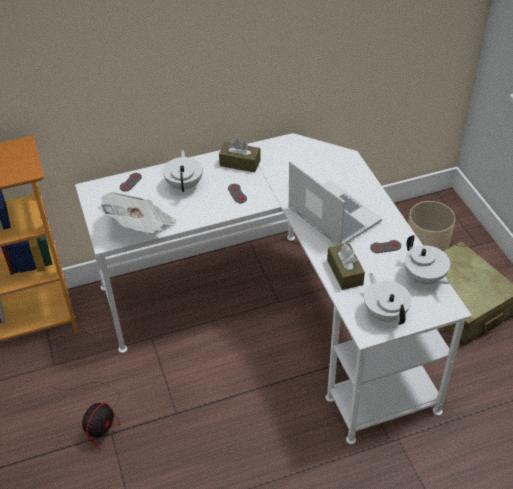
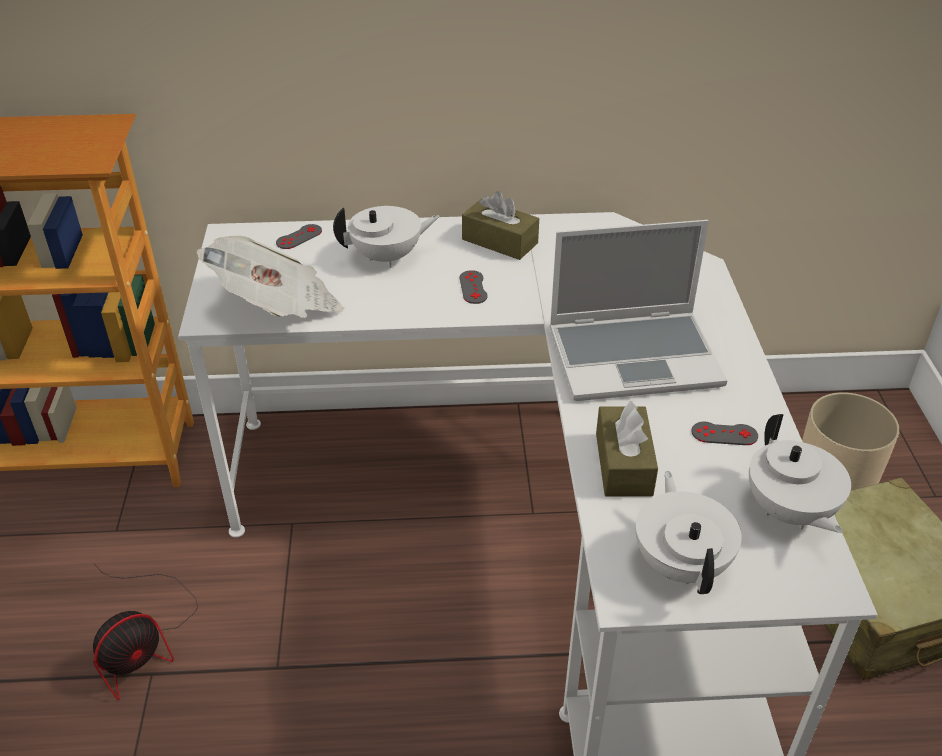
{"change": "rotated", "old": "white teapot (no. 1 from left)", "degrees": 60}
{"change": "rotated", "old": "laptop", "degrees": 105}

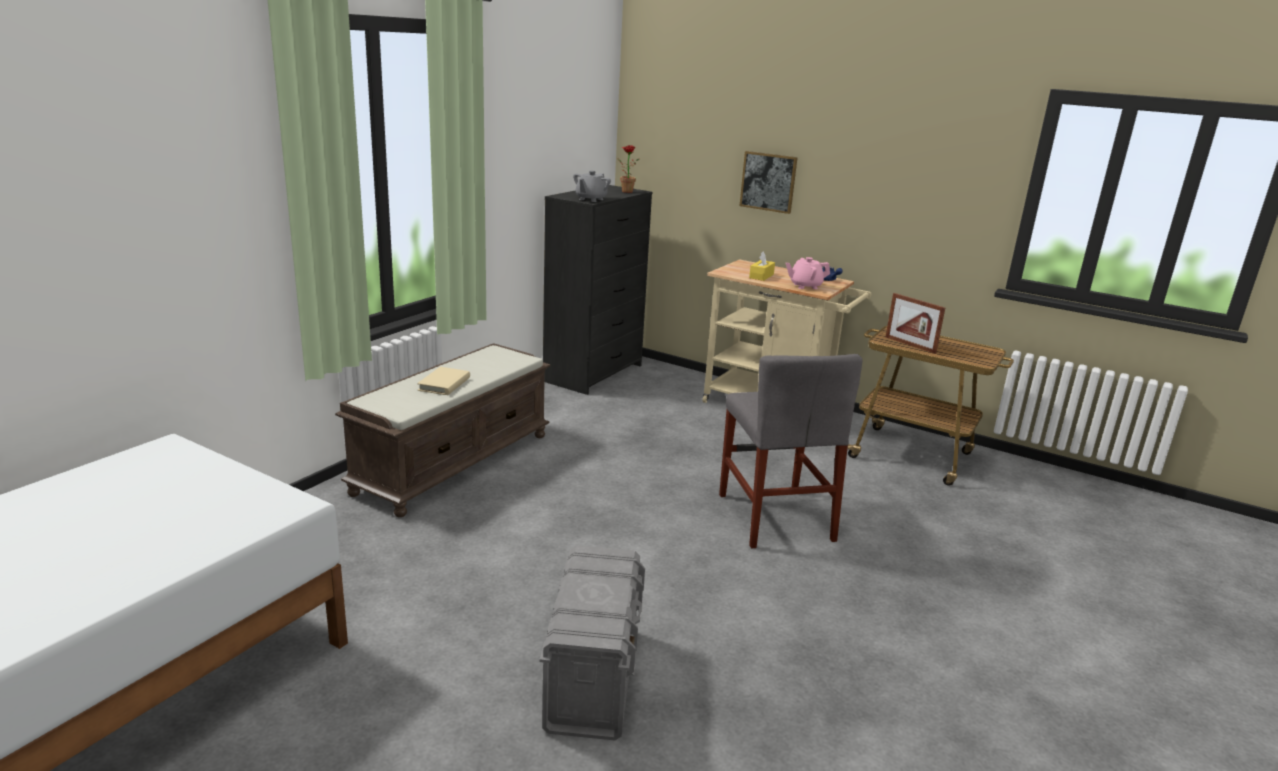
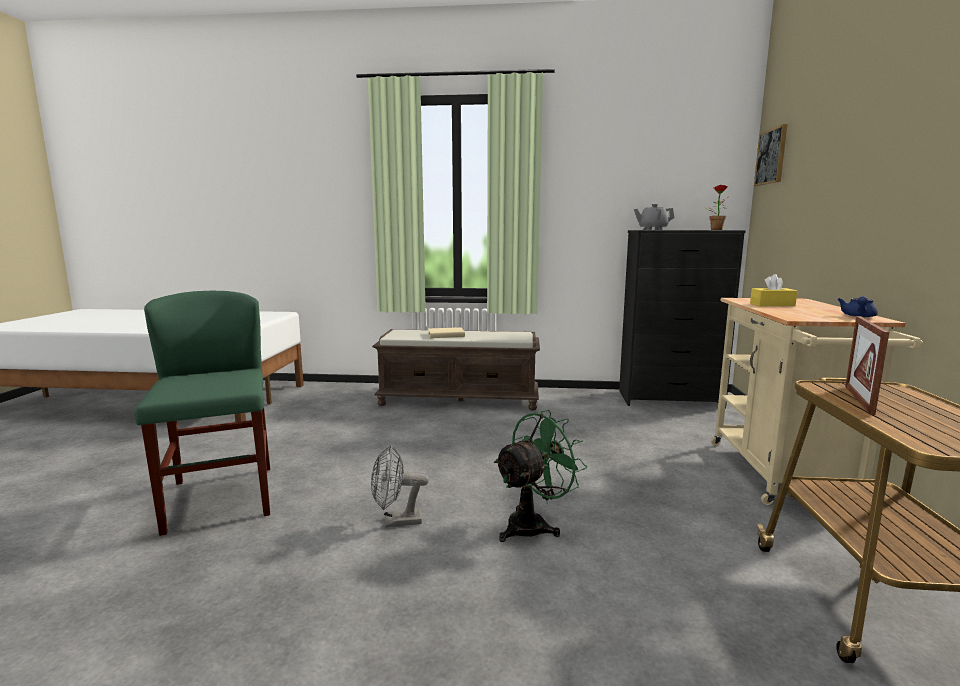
{"change": "swapped", "old": "grey storage box", "new": "green chair"}
{"change": "new", "new": "grey fan"}
{"change": "swapped", "old": "grey chair", "new": "green fan"}
{"change": "shifted", "old": "picture"}
{"change": "gone", "old": "pink teapot"}

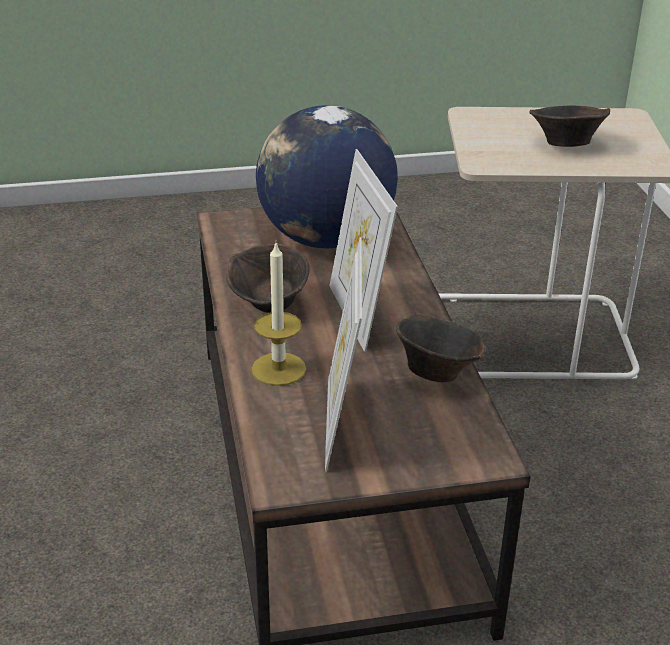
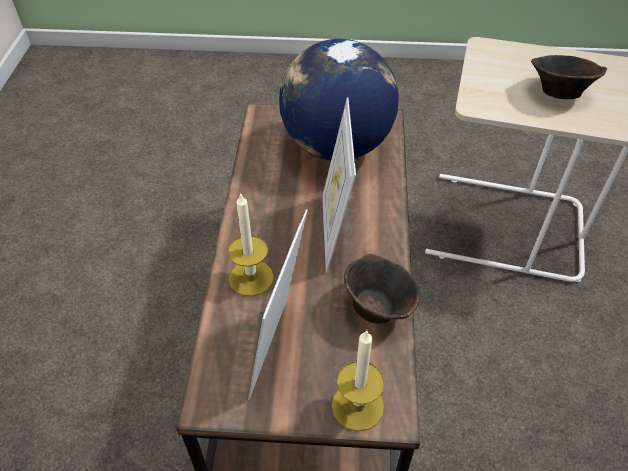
{"change": "new", "new": "candle (no. 2 from left)"}
{"change": "gone", "old": "brown bowl (no. 1 from left)"}

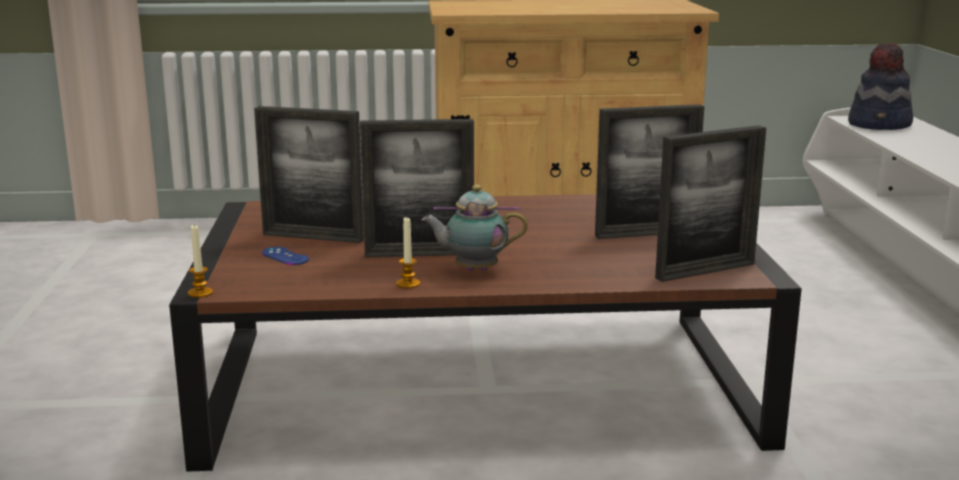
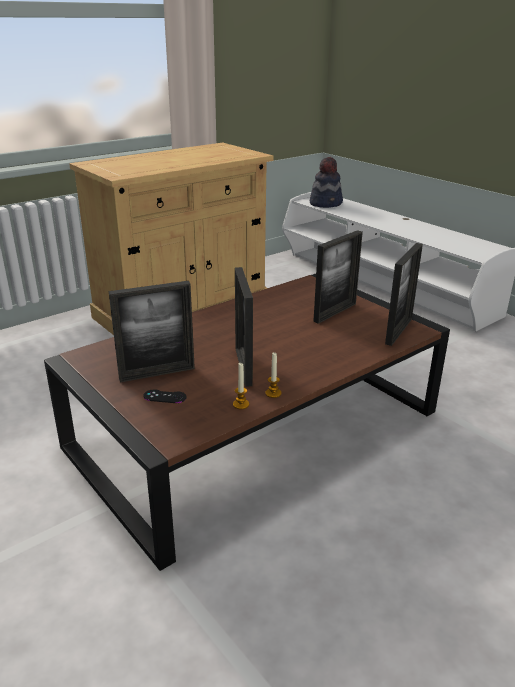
{"change": "repainted", "old": "blue game controller", "new": "black game controller"}
{"change": "shifted", "old": "candle (no. 1 from left)"}
{"change": "rotated", "old": "picture frame (no. 2 from left)", "degrees": 120}
{"change": "gone", "old": "teapot"}

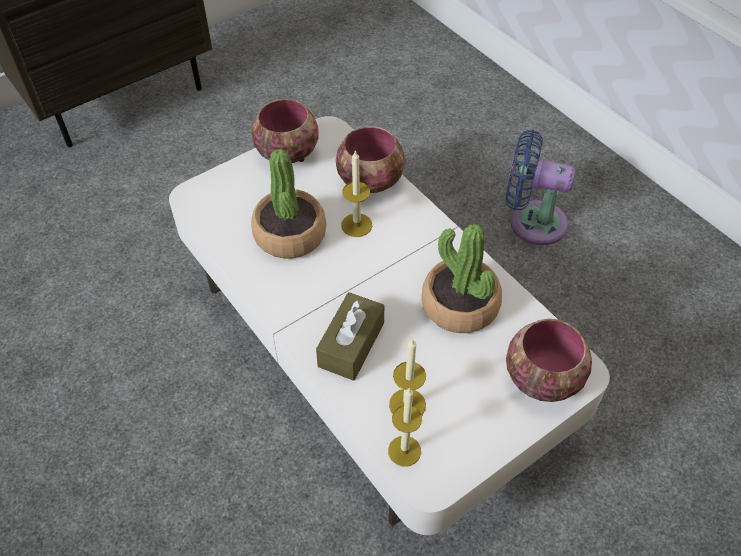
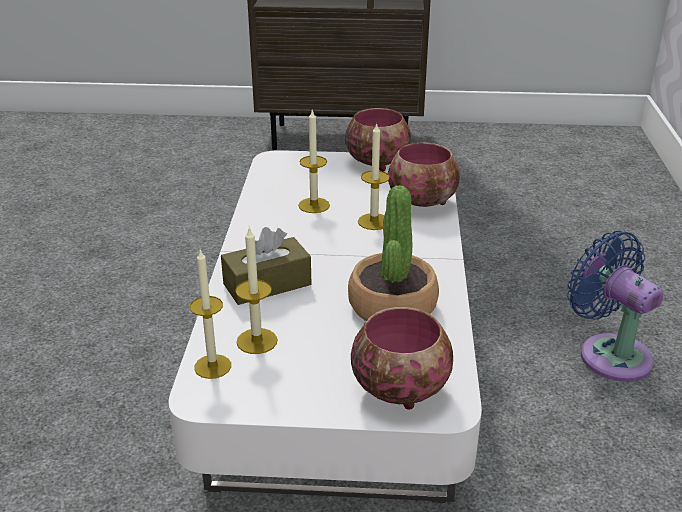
{"change": "swapped", "old": "potted plant (no. 1 from left)", "new": "candle (no. 3 from left)"}

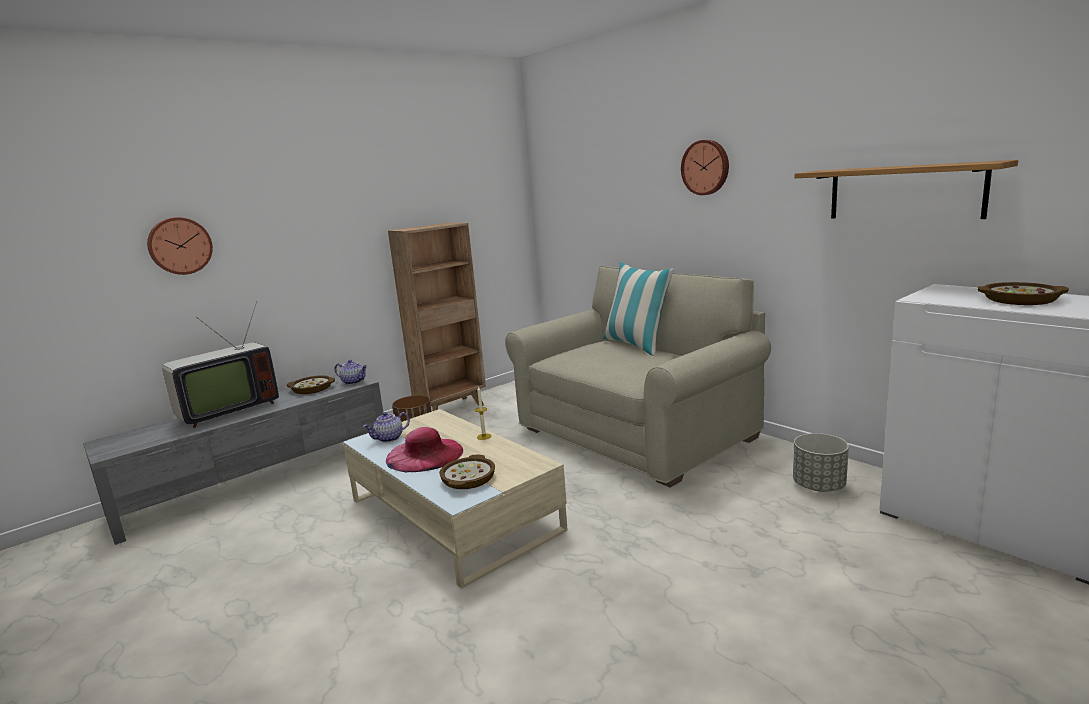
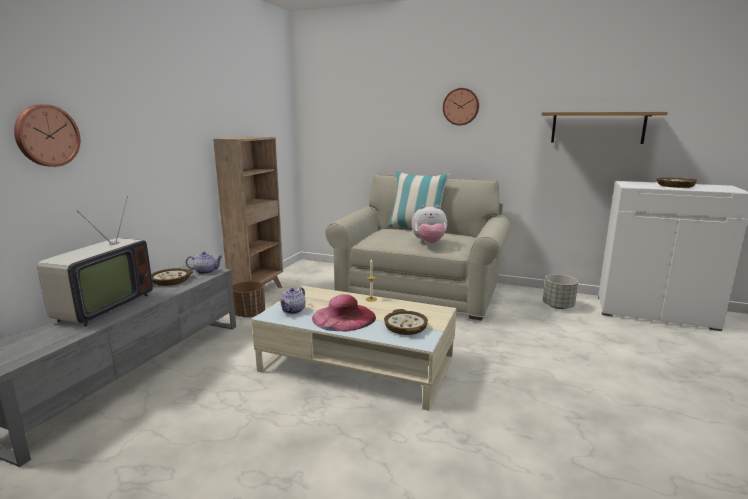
{"change": "new", "new": "plush toy"}

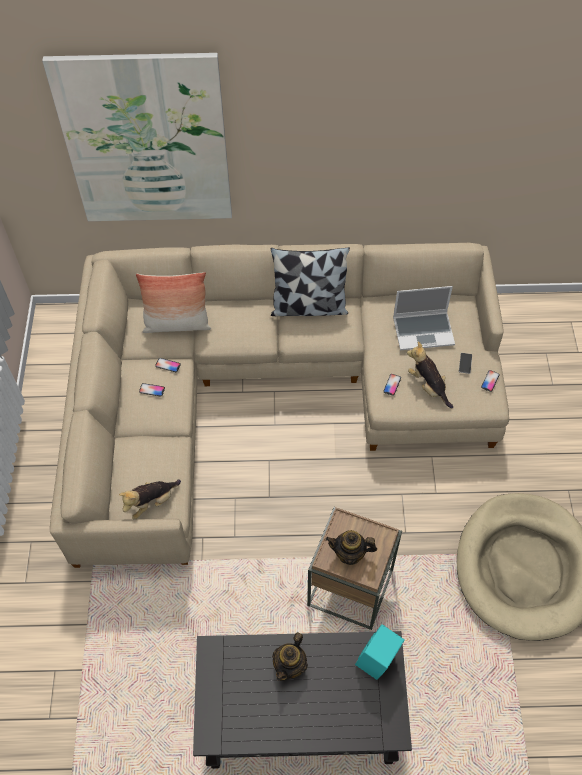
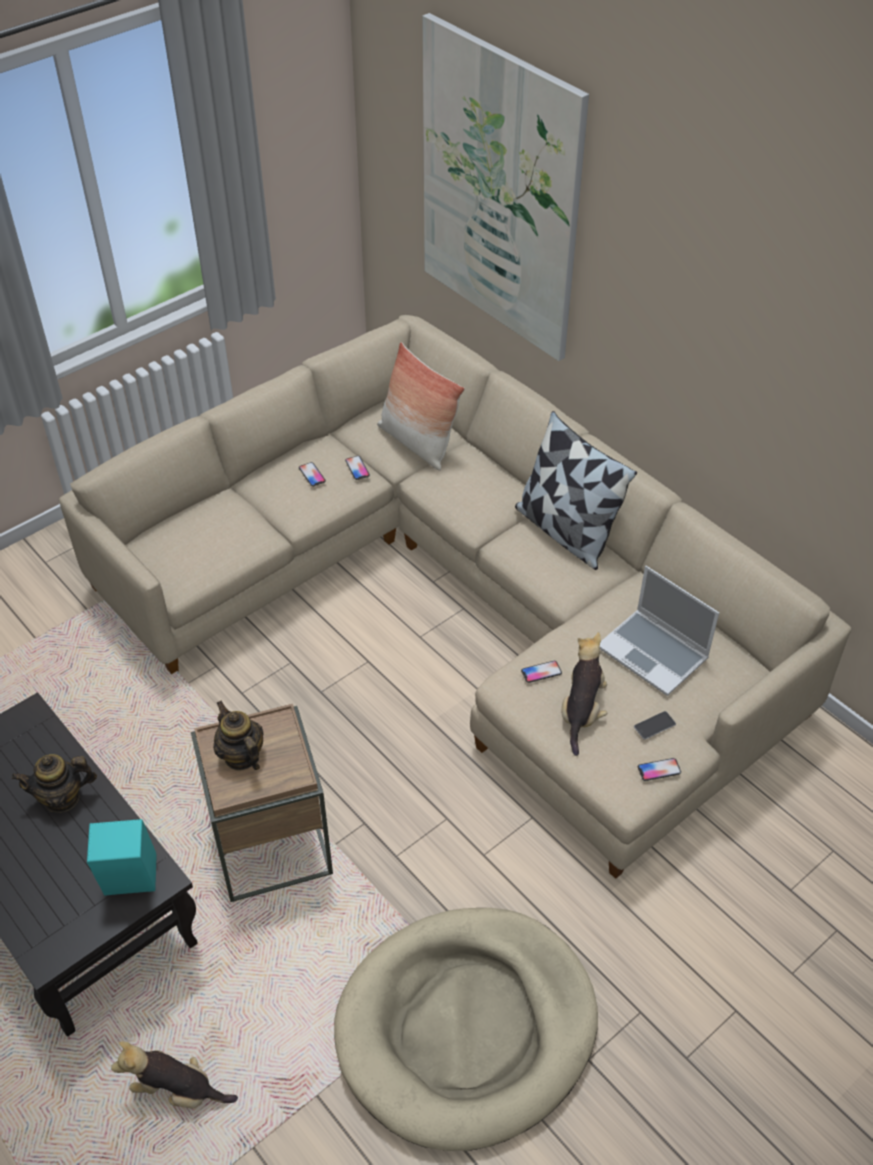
{"change": "shifted", "old": "plush toy (no. 1 from left)"}

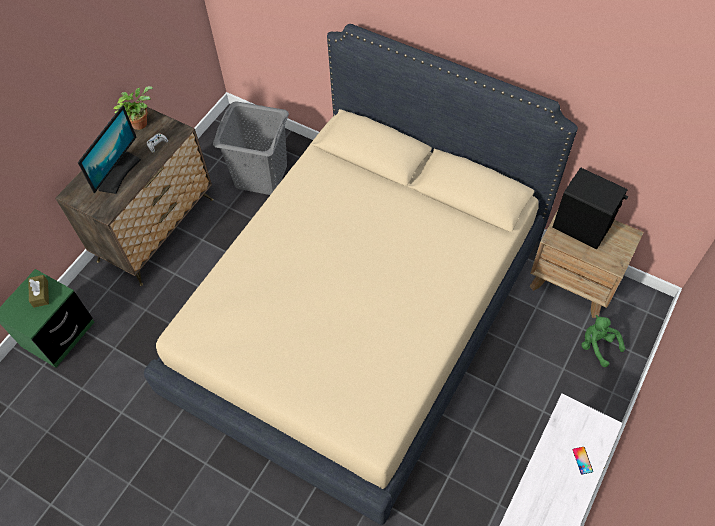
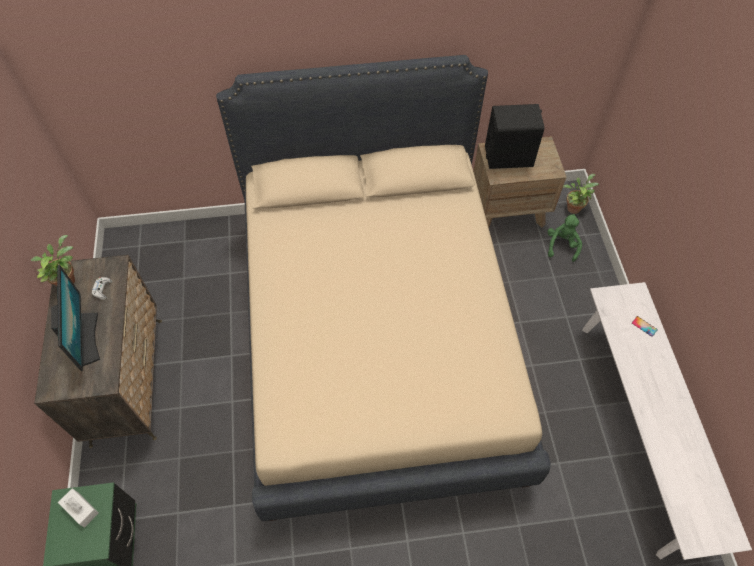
{"change": "repainted", "old": "brown tissue box", "new": "white tissue box"}
{"change": "rotated", "old": "green plush toy", "degrees": 90}
{"change": "new", "new": "potted plant (no. 2 from left)"}
{"change": "gone", "old": "grey laundry basket"}

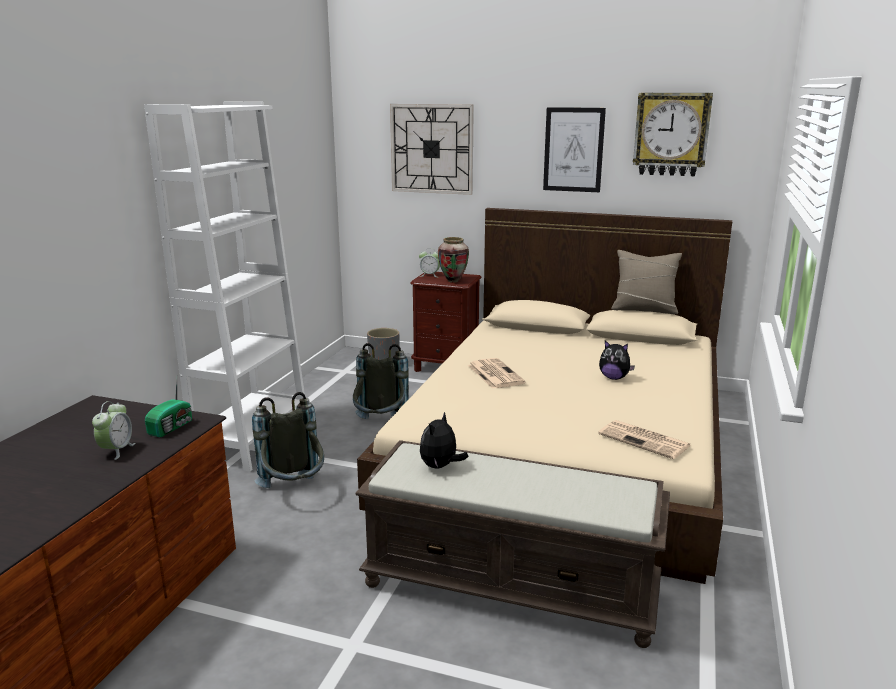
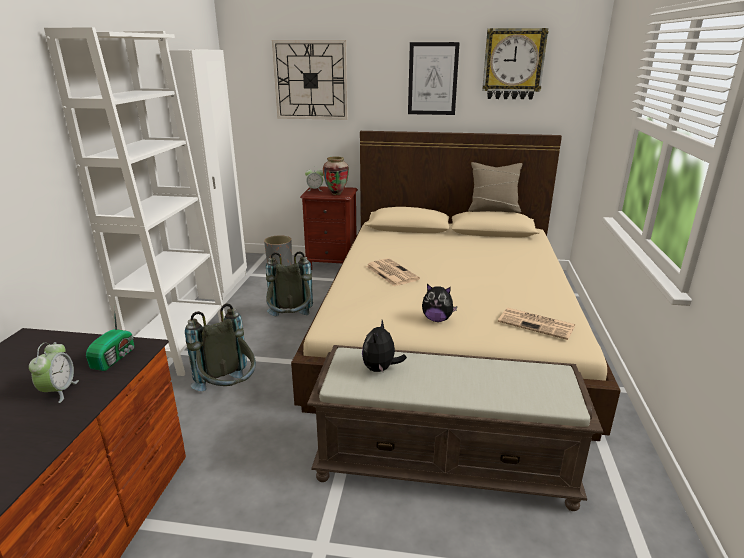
{"change": "new", "new": "white wardrobe"}
{"change": "shifted", "old": "plush toy (no. 2 from left)"}

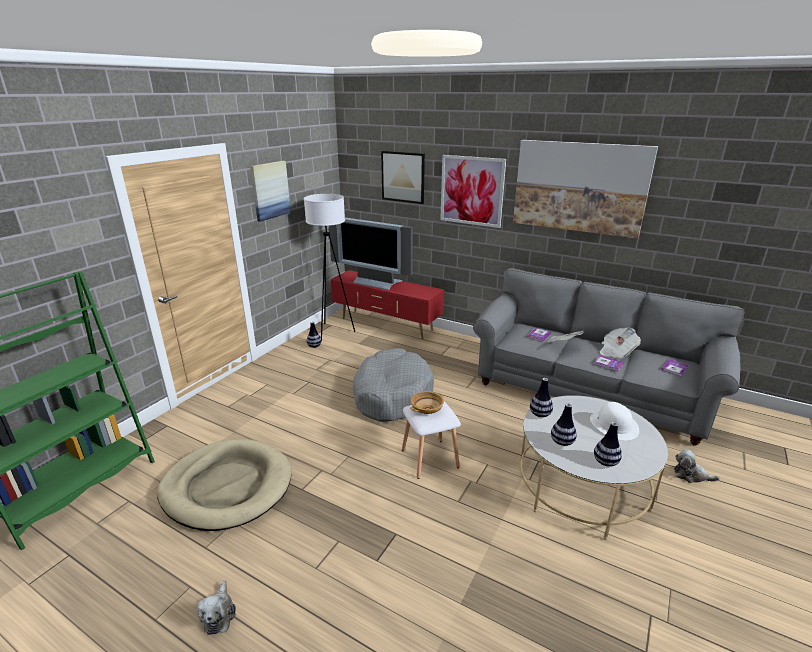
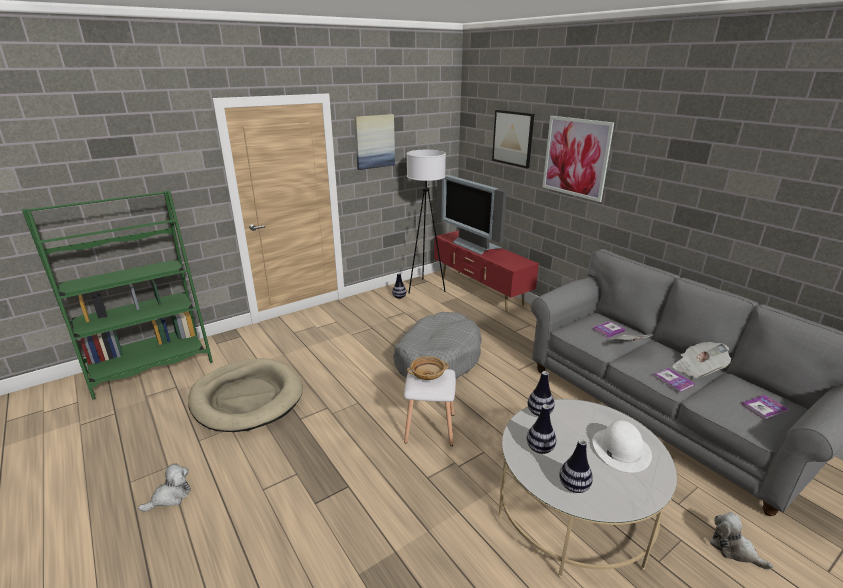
{"change": "rotated", "old": "plush toy (no. 1 from left)", "degrees": -150}
{"change": "gone", "old": "picture (no. 4 from left)"}

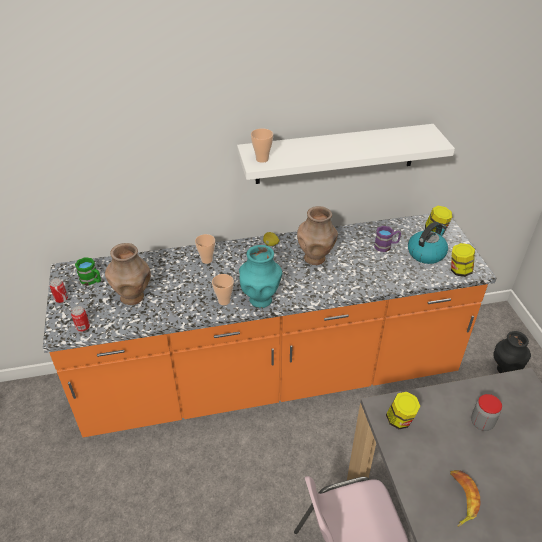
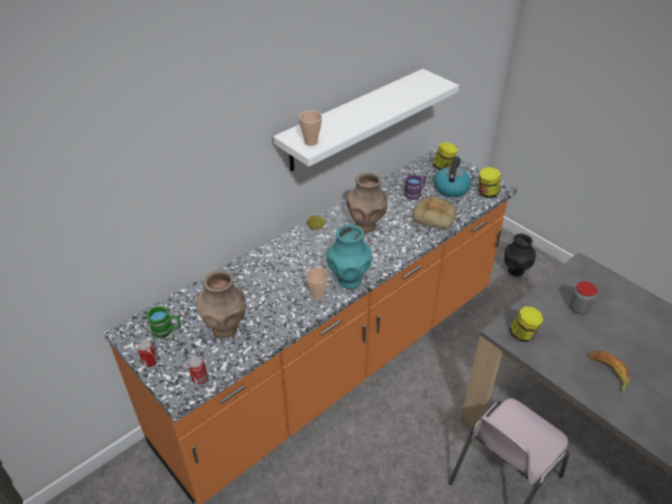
{"change": "new", "new": "bread"}
{"change": "gone", "old": "cup (no. 1 from left)"}

